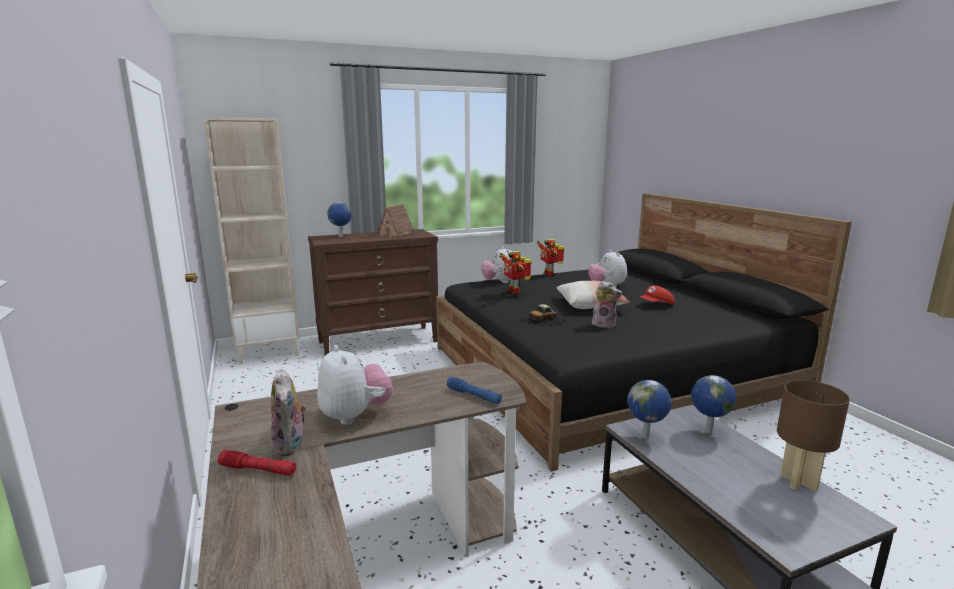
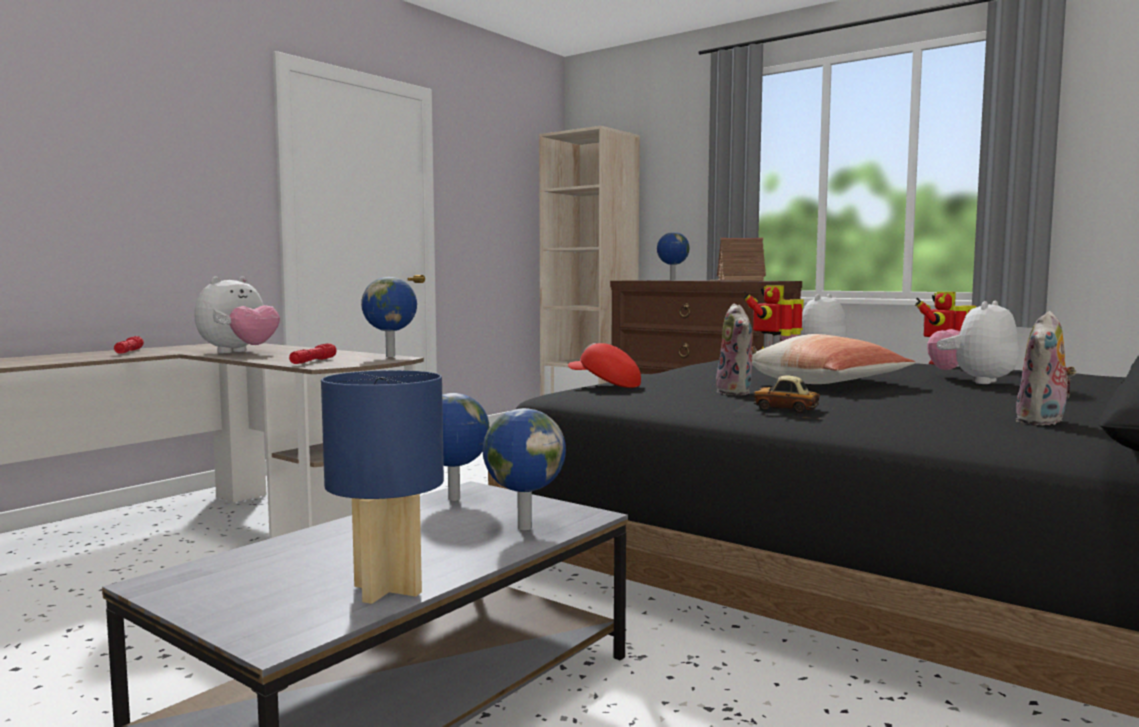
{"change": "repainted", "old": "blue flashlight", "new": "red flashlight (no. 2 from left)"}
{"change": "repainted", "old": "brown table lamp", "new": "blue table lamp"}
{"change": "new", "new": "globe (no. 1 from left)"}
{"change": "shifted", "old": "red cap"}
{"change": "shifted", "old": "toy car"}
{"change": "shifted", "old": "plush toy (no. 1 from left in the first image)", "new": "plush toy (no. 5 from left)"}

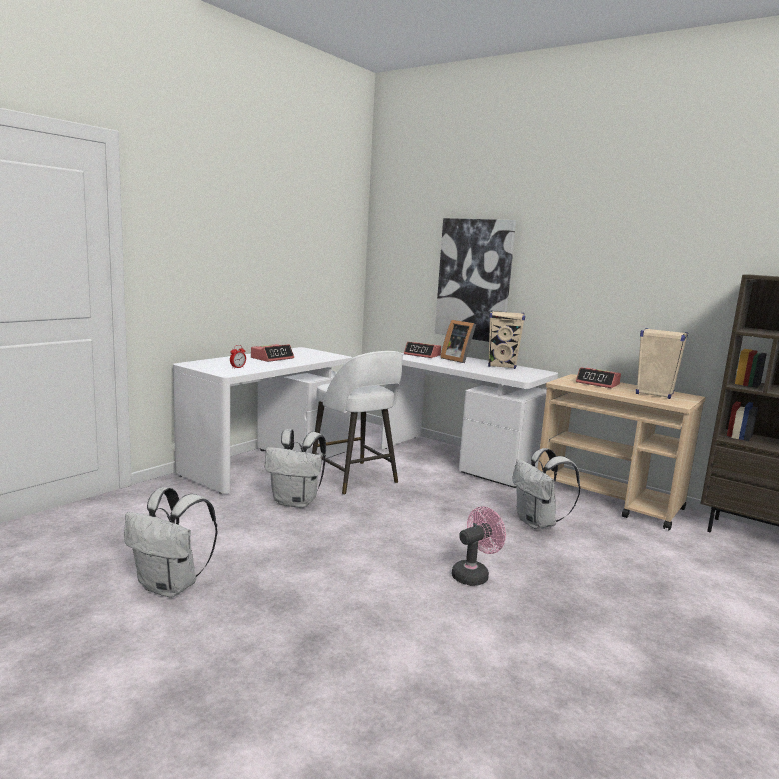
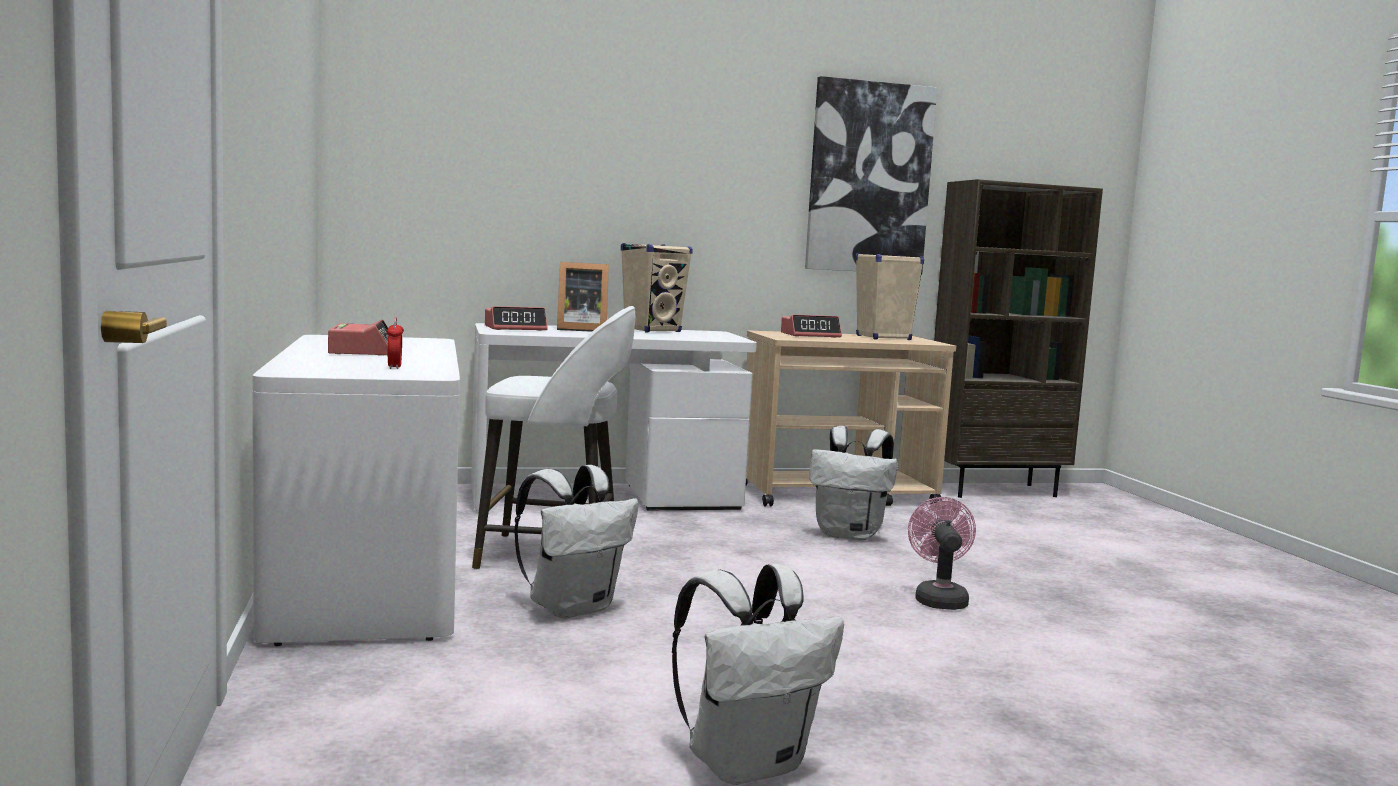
{"change": "shifted", "old": "picture"}

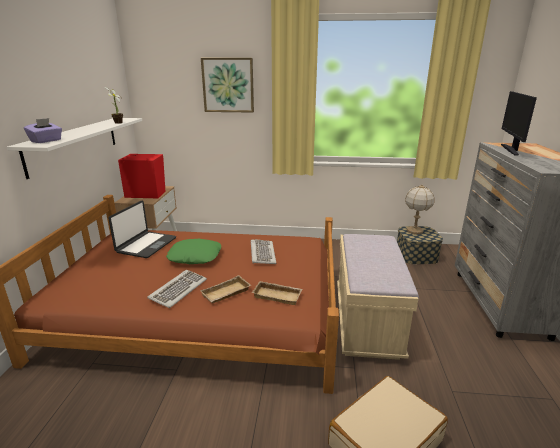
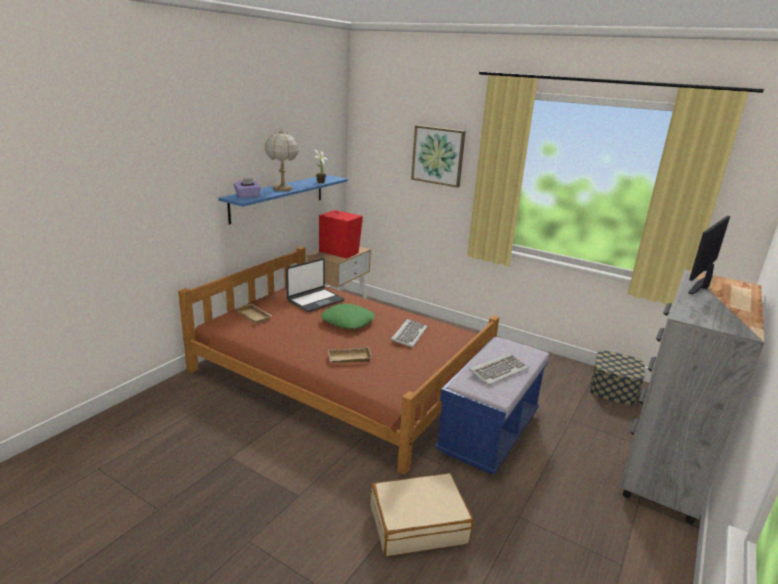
{"change": "repainted", "old": "white shelf", "new": "blue shelf"}
{"change": "shifted", "old": "beige tray (no. 2 from left in the first image)", "new": "beige tray (no. 1 from left)"}
{"change": "shifted", "old": "table lamp"}
{"change": "repainted", "old": "beige bench", "new": "blue bench"}
{"change": "shifted", "old": "keyboard (no. 1 from left in the first image)", "new": "keyboard (no. 2 from left)"}

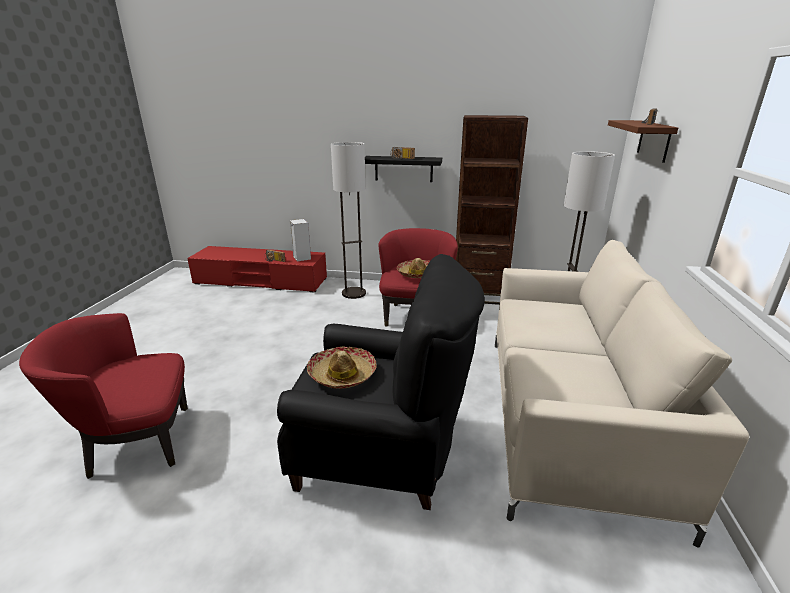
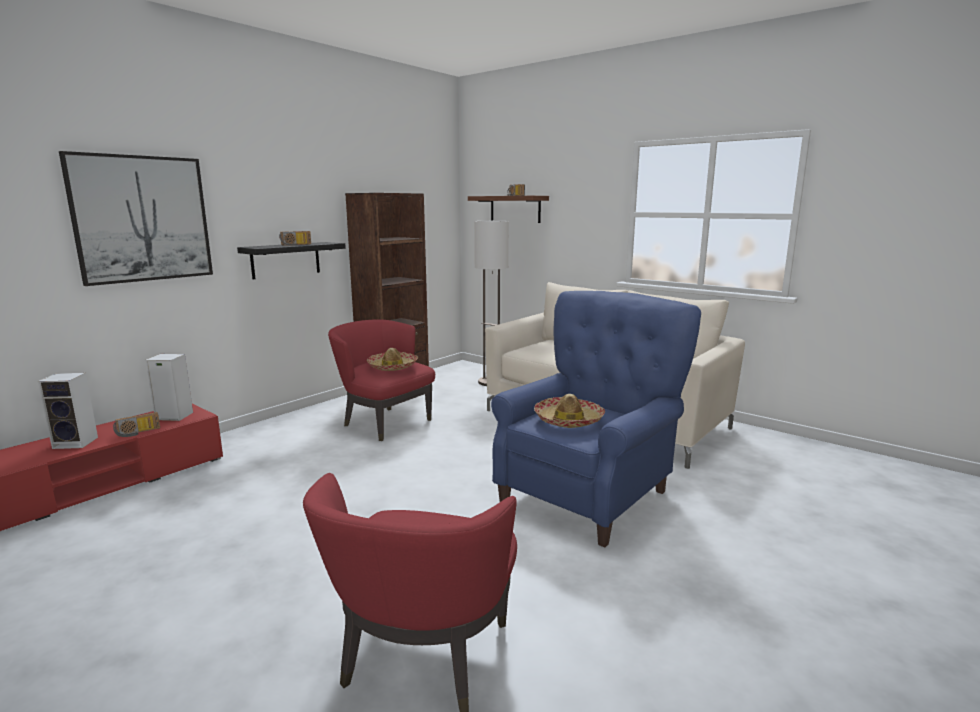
{"change": "new", "new": "speaker (no. 1 from left)"}
{"change": "new", "new": "picture"}
{"change": "repainted", "old": "black armchair", "new": "blue armchair"}
{"change": "gone", "old": "floor lamp (no. 1 from left)"}

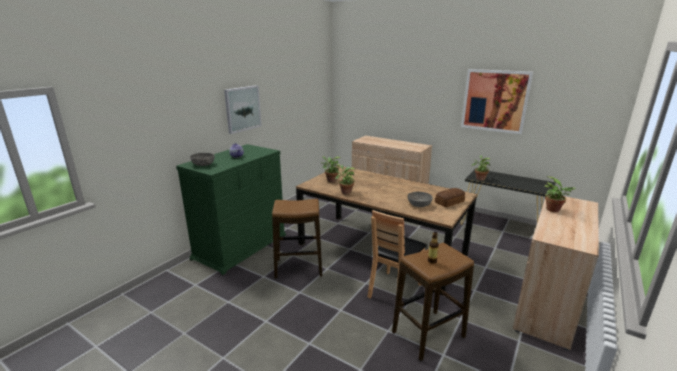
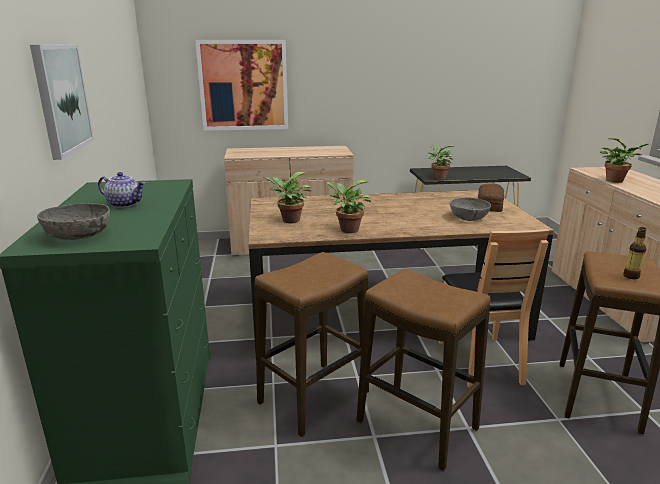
{"change": "shifted", "old": "picture (no. 2 from left)"}
{"change": "new", "new": "stool (no. 2 from left)"}

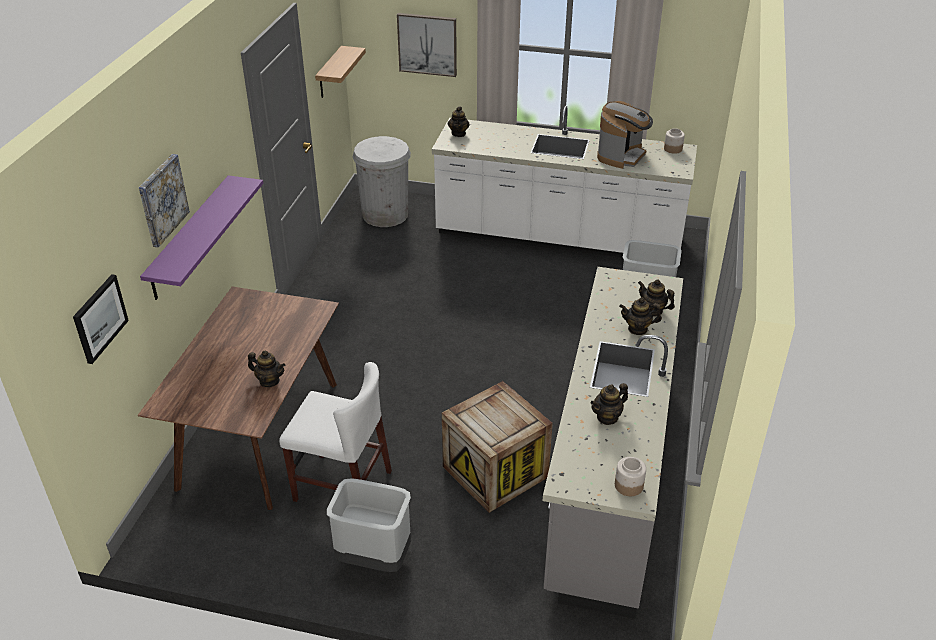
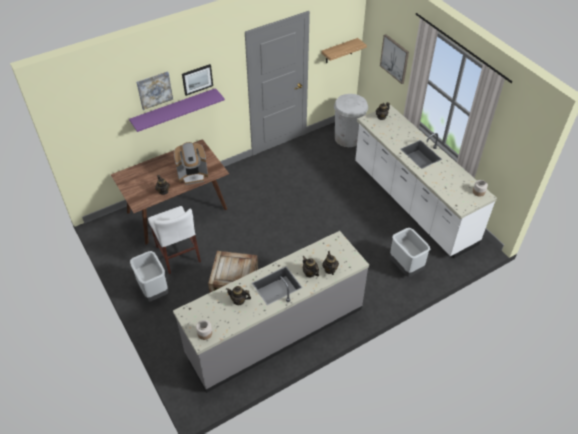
{"change": "shifted", "old": "coffee machine"}
{"change": "shifted", "old": "picture (no. 1 from left in the first image)", "new": "picture (no. 2 from left)"}

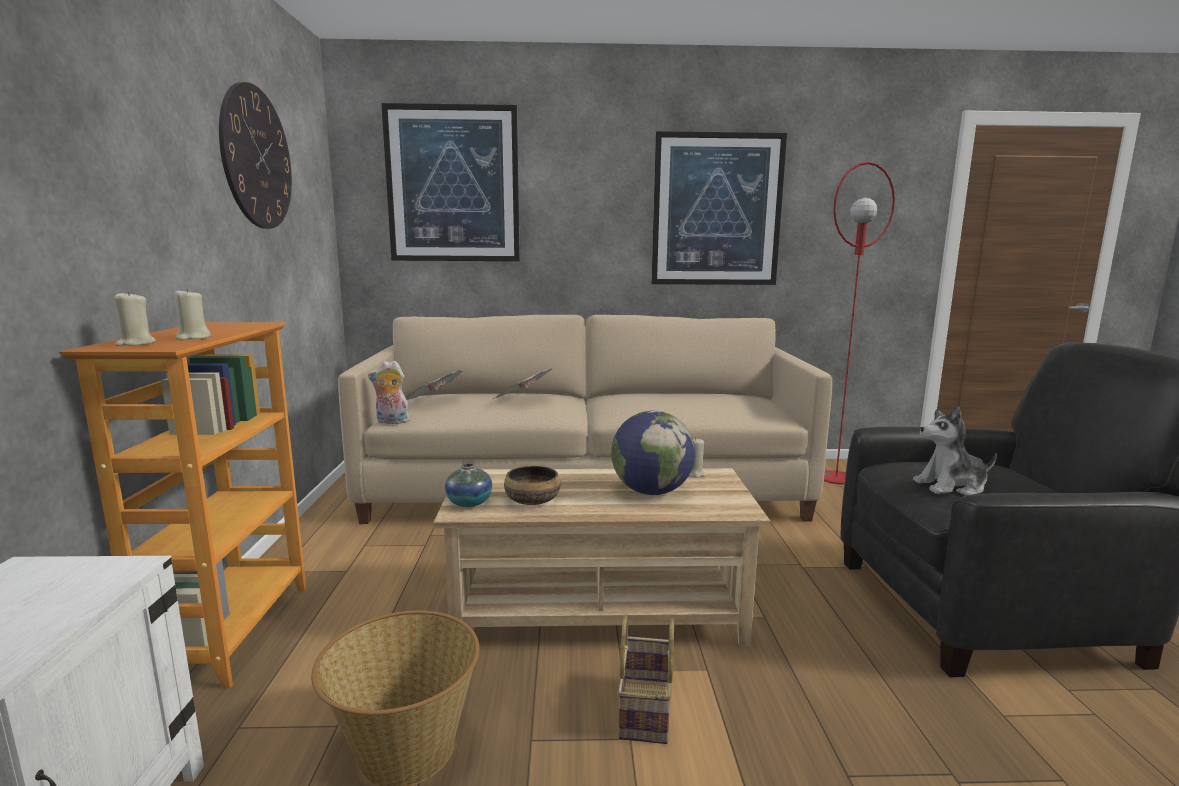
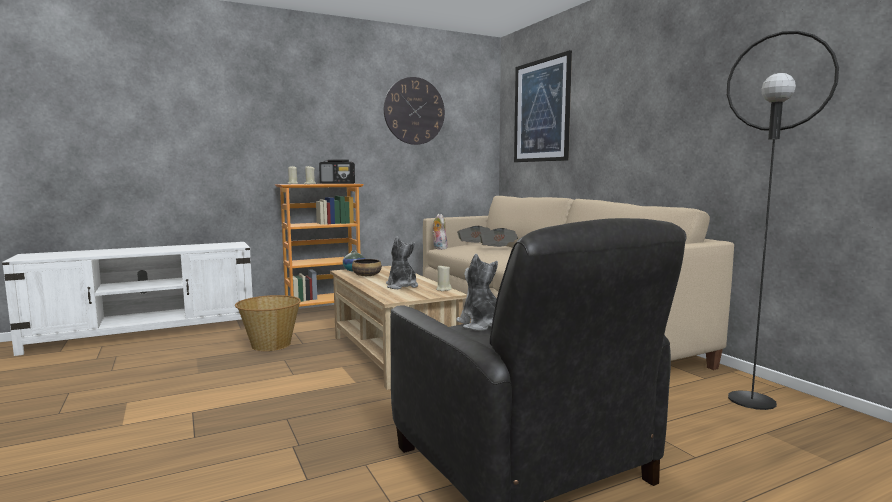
{"change": "new", "new": "radio"}
{"change": "swapped", "old": "globe", "new": "plush toy (no. 1 from left)"}
{"change": "repainted", "old": "red floor lamp", "new": "black floor lamp"}
{"change": "gone", "old": "basket (no. 2 from left)"}
{"change": "gone", "old": "picture (no. 2 from left)"}

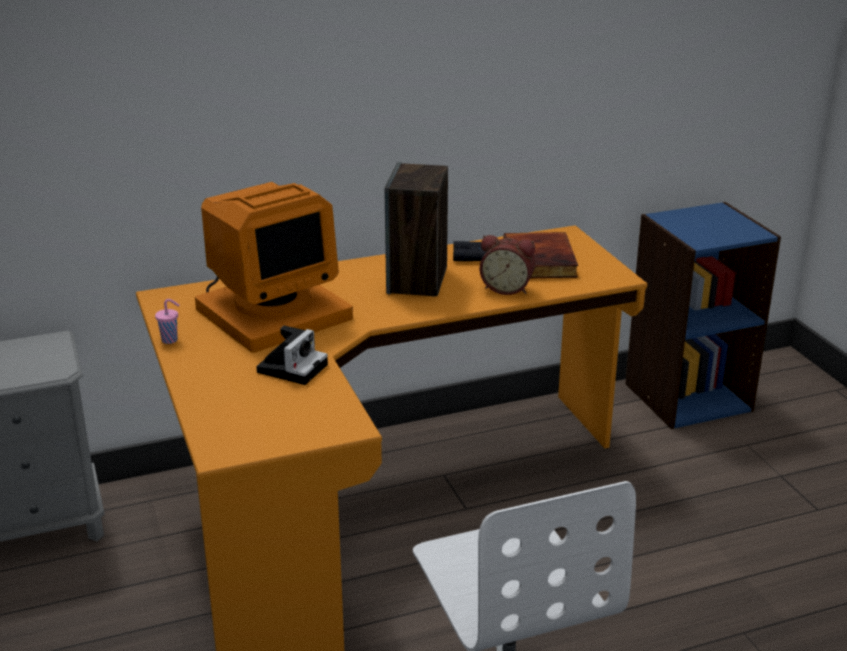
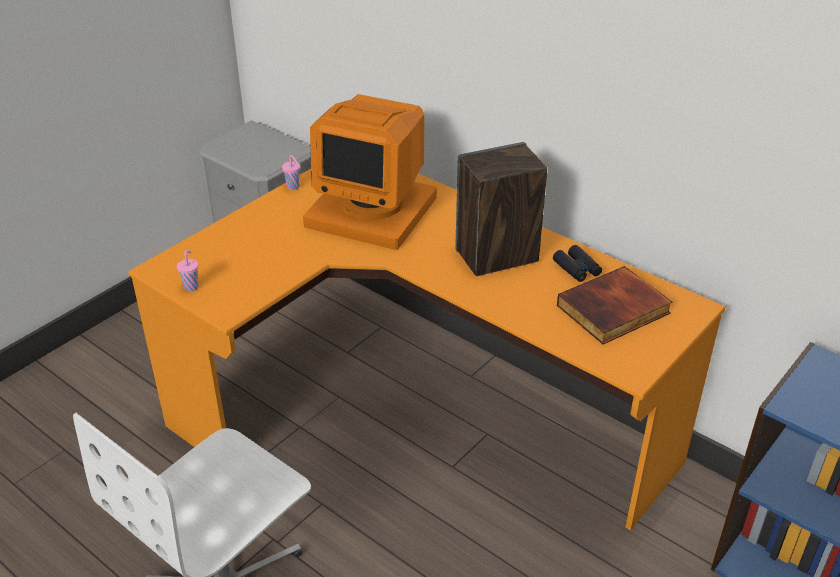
{"change": "new", "new": "pink cup (no. 1 from left)"}
{"change": "gone", "old": "photo camera"}
{"change": "gone", "old": "alarm clock"}

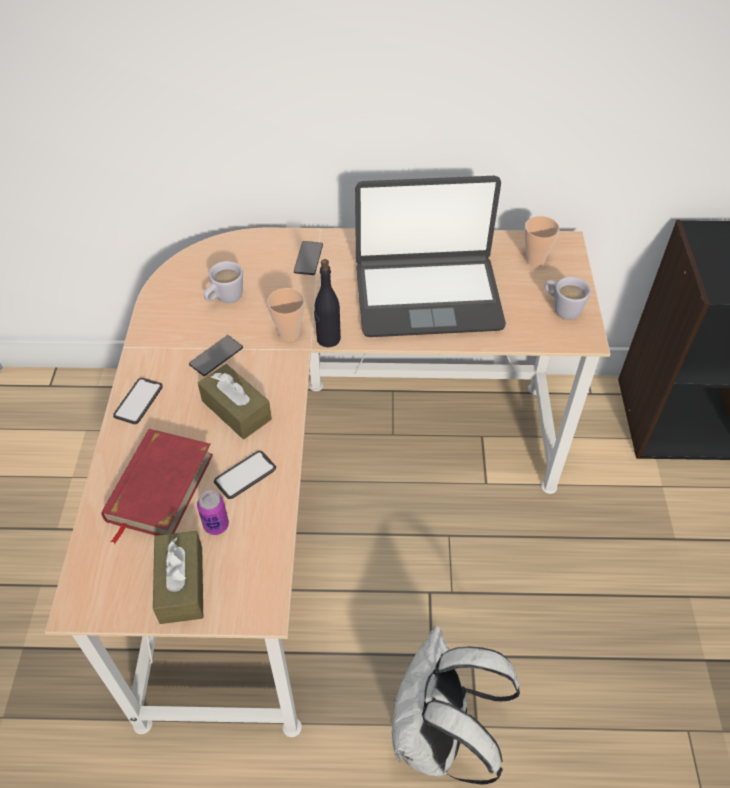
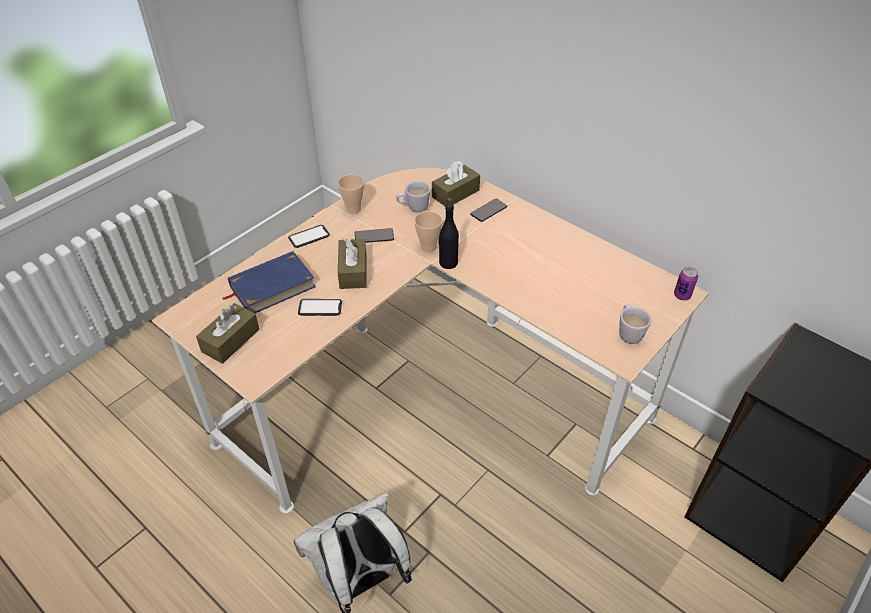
{"change": "repainted", "old": "red book", "new": "blue book"}
{"change": "shifted", "old": "cup (no. 2 from left in the first image)", "new": "cup (no. 1 from left)"}
{"change": "new", "new": "brown tissue box (no. 3 from left)"}
{"change": "shifted", "old": "can"}
{"change": "gone", "old": "laptop"}

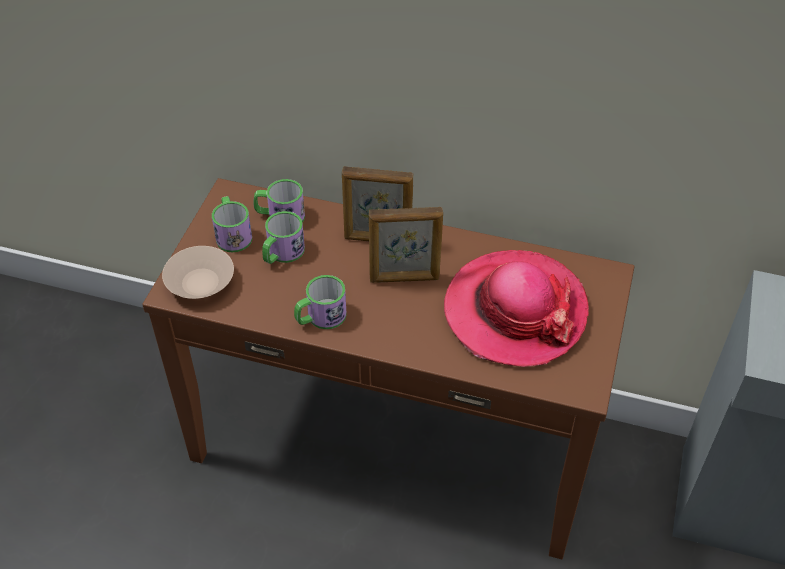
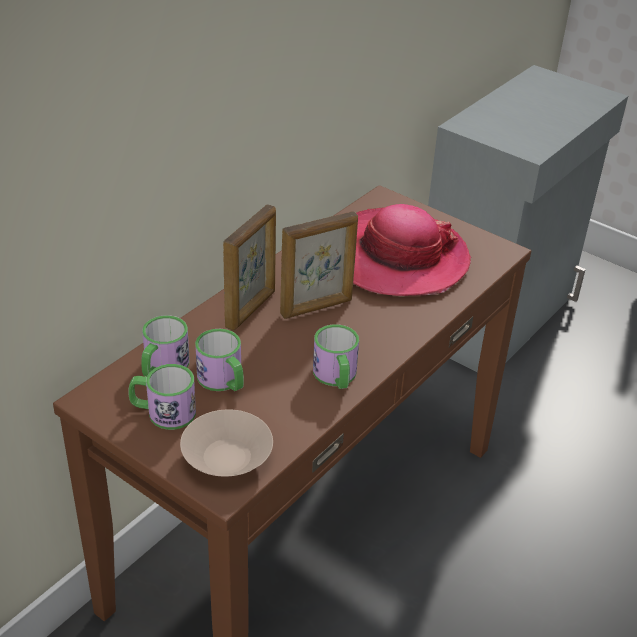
{"change": "rotated", "old": "picture frame (no. 2 from left)", "degrees": 45}

